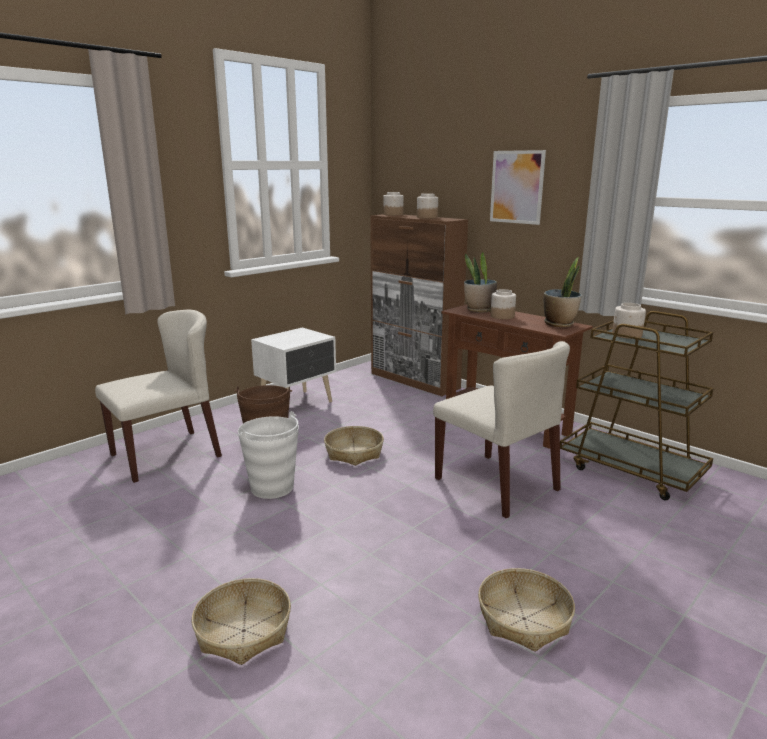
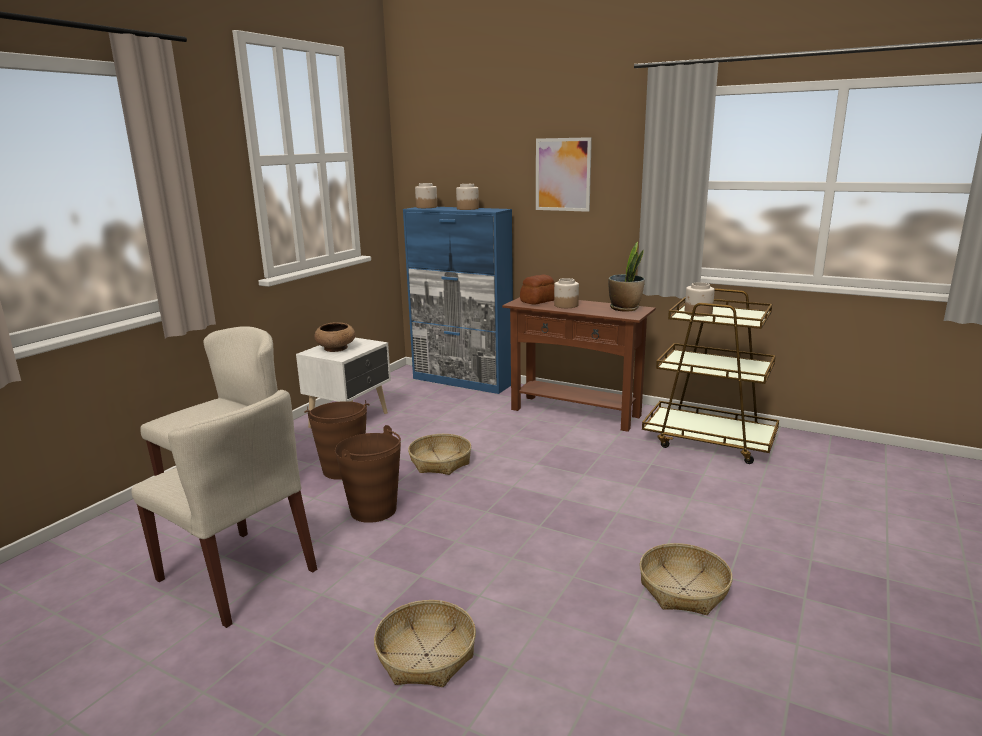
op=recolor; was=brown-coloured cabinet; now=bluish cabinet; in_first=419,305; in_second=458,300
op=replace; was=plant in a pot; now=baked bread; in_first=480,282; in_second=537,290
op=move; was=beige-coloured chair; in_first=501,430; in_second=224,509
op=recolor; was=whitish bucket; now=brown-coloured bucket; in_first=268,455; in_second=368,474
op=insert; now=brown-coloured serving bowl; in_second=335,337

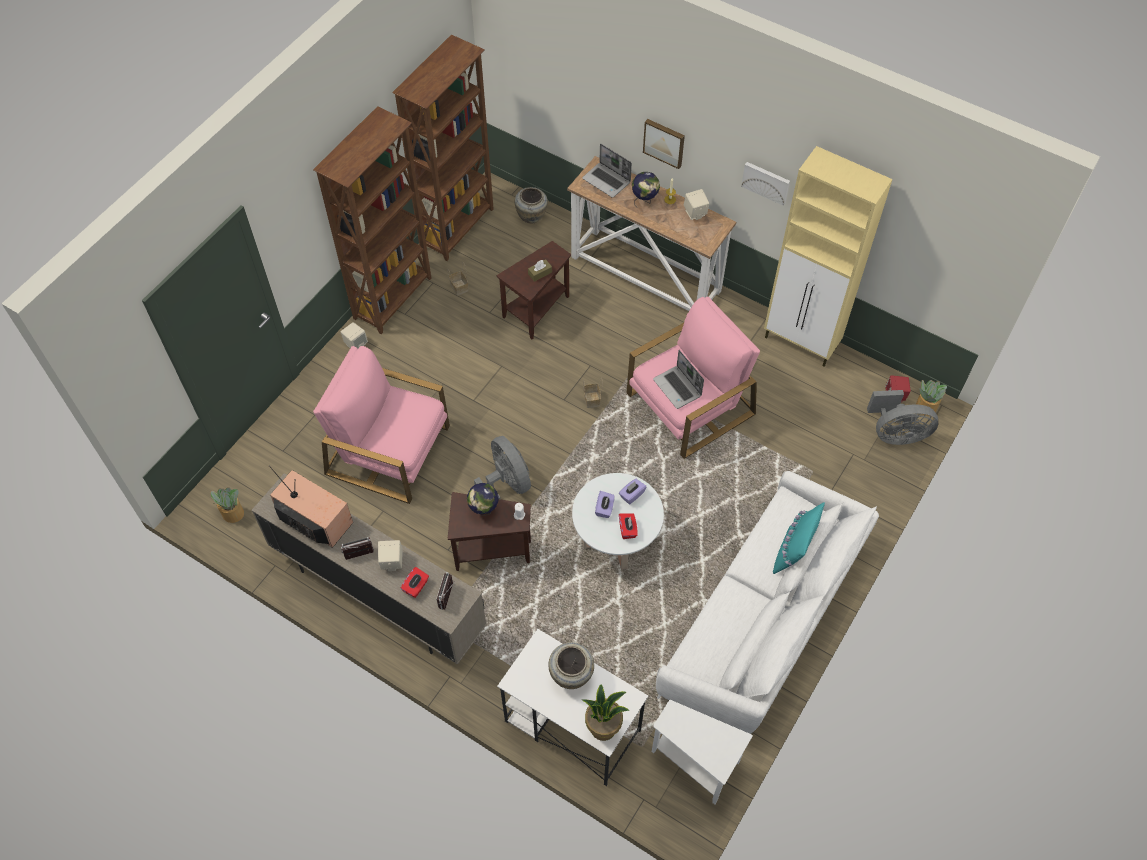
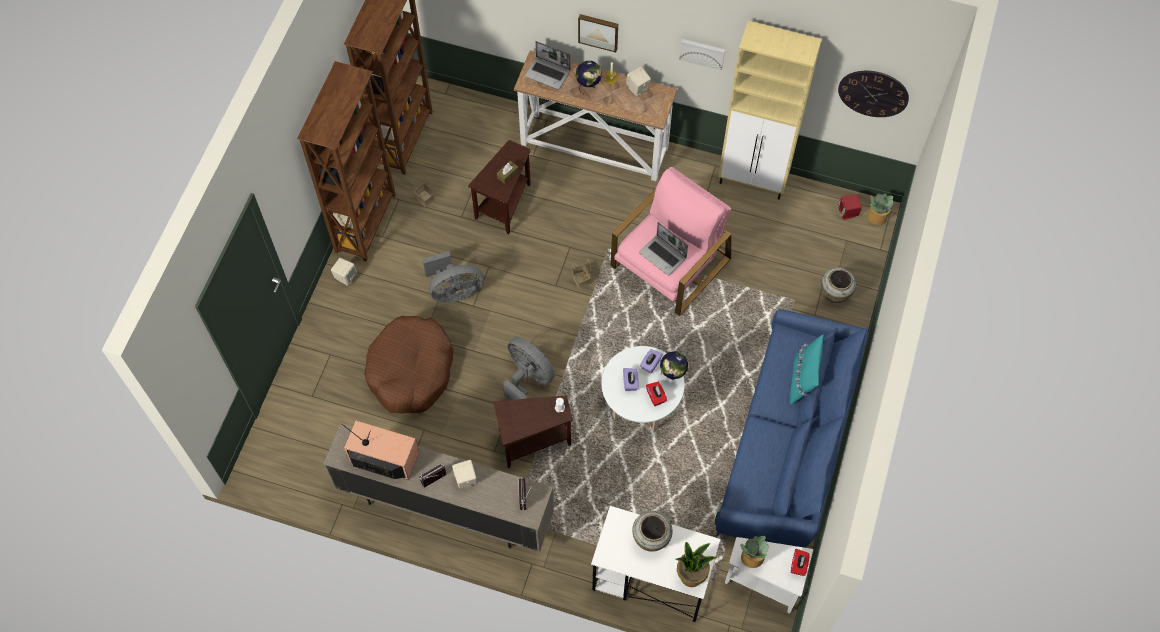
op=move; was=beige-coloured decorative vase; in_first=531,205; in_second=838,285
op=replace; was=pink-coloured armchair; now=brown-coloured dog cushion; in_first=381,425; in_second=409,365
op=move; was=greyish cooling fan; in_first=902,417; in_second=453,276
op=recolor; was=whitish sofa; now=bluish sofa; in_first=767,602; in_second=792,428
op=move; was=desk globe; in_first=483,499; in_second=674,365
op=move; was=plant in a pot; in_first=227,505; in_second=754,552
op=move; was=reddish box of tissues; in_first=415,582; in_second=800,562
op=insert; now=wall clock; in_second=873,94

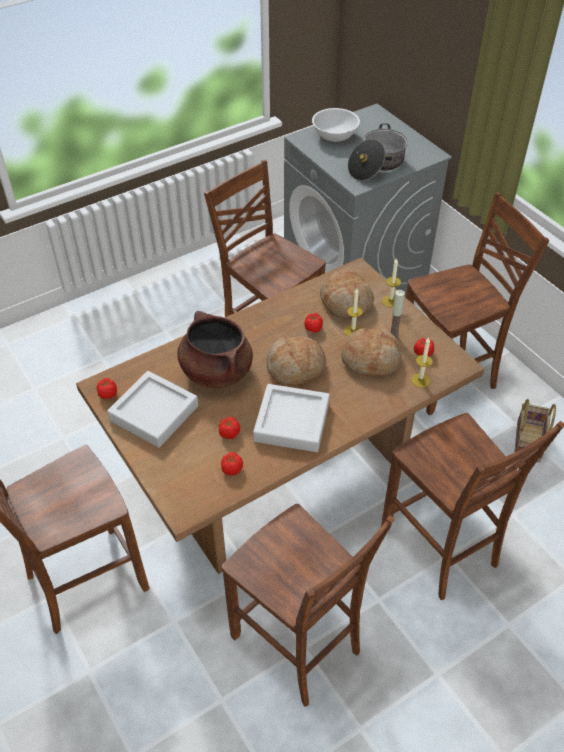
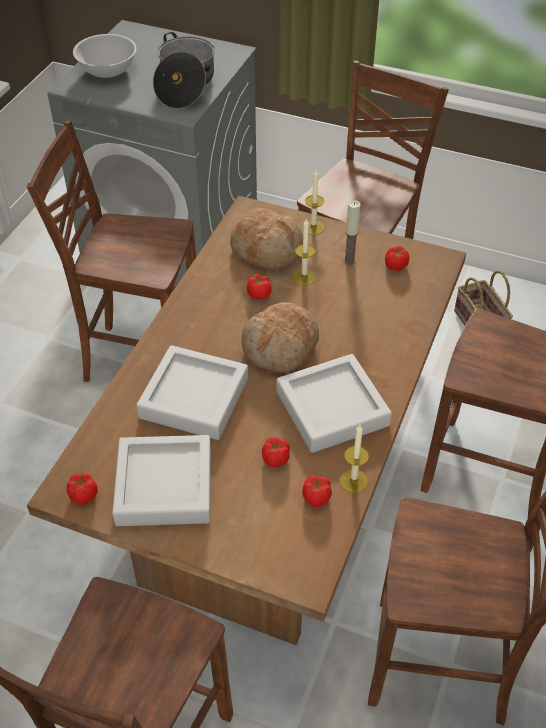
op=replace; was=brown-coloured cooking pot; now=greyish serving tray; in_first=215,349; in_second=192,392
op=delete; was=baked bread; in_first=371,352
op=move; was=candle; in_first=422,362; in_second=354,459

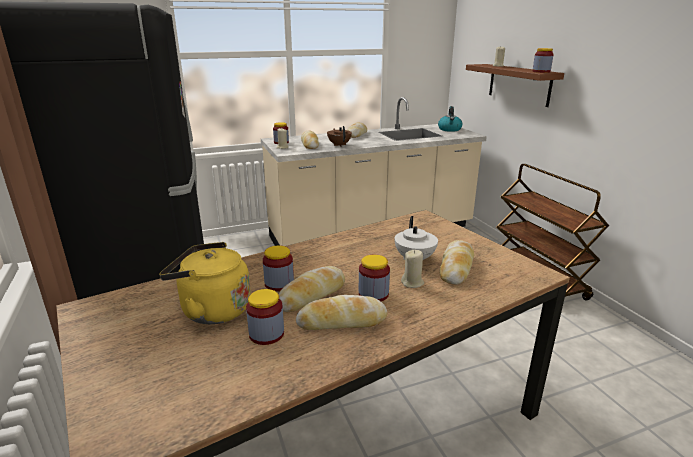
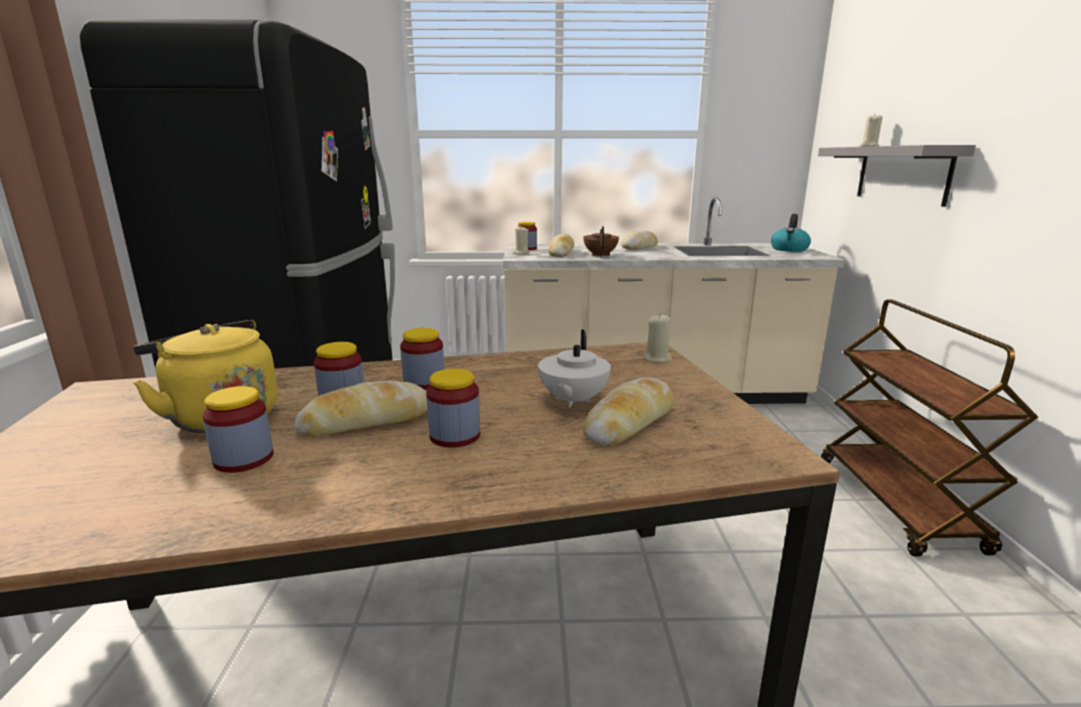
op=move; was=storage jar; in_first=543,60; in_second=422,359
op=recolor; was=brown-coloured bracket shelf; now=greyish bracket shelf; in_first=515,85; in_second=897,176
op=move; was=beige-coloured candle; in_first=412,269; in_second=658,337
op=delete; was=baked bread; in_first=342,312

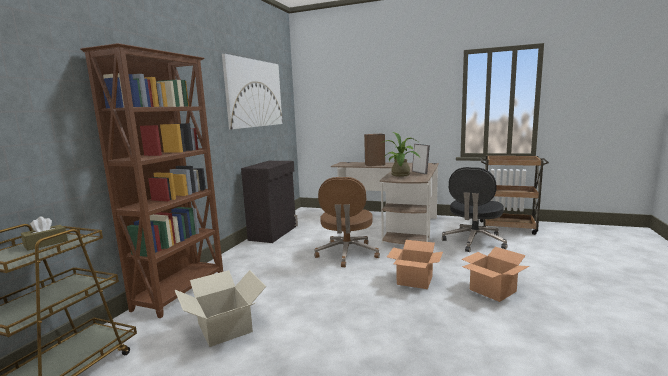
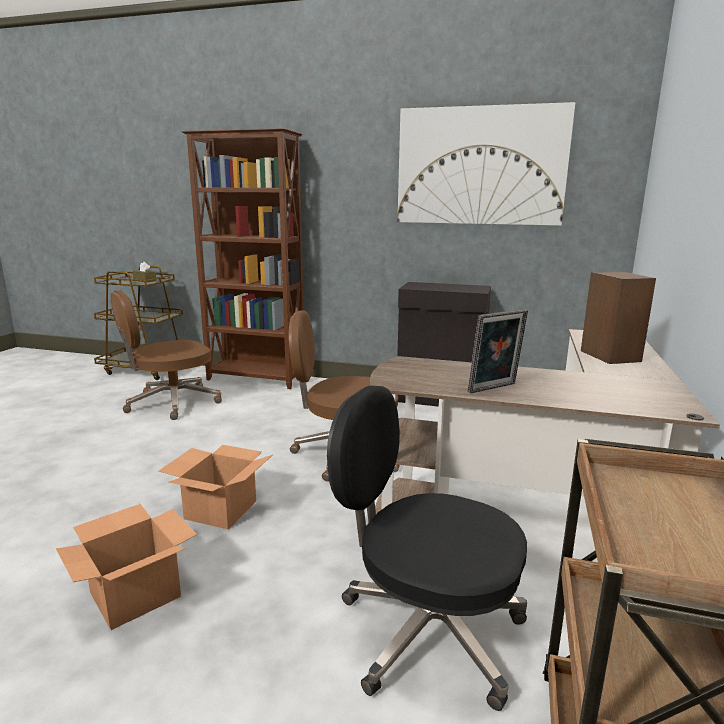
op=delete; was=plant in a pot; in_first=401,154
op=replace; was=cardboard box; now=brown-coloured computer chair; in_first=220,308; in_second=166,355

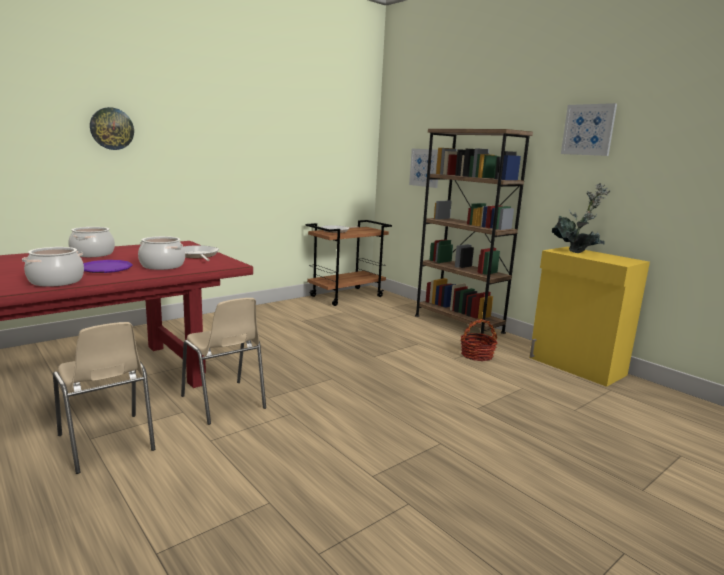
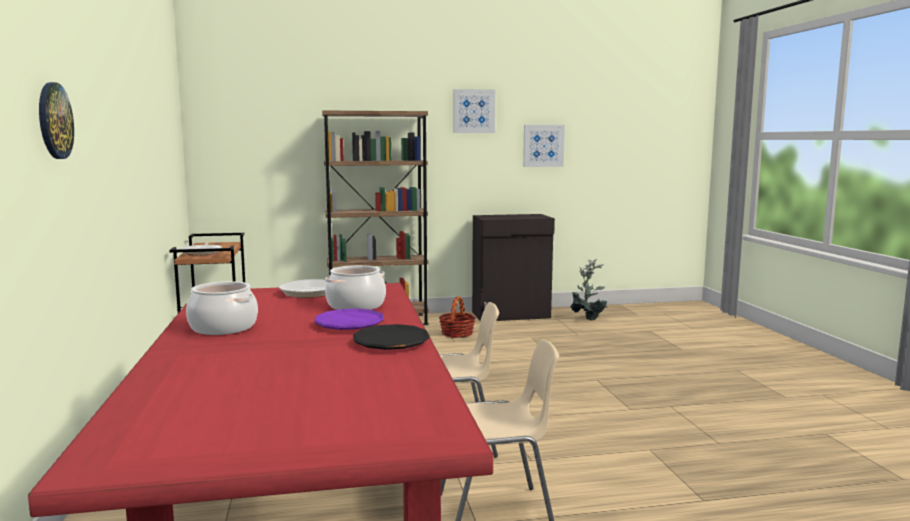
op=move; was=picture; in_first=423,168; in_second=544,146
op=move; was=plant in a pot; in_first=581,218; in_second=589,290
op=replace; was=cooking pot; now=black-coloured flat dish; in_first=53,267; in_second=391,337
op=recolor; was=yellowish cabinet; now=black-coloured cabinet; in_first=589,317; in_second=513,267

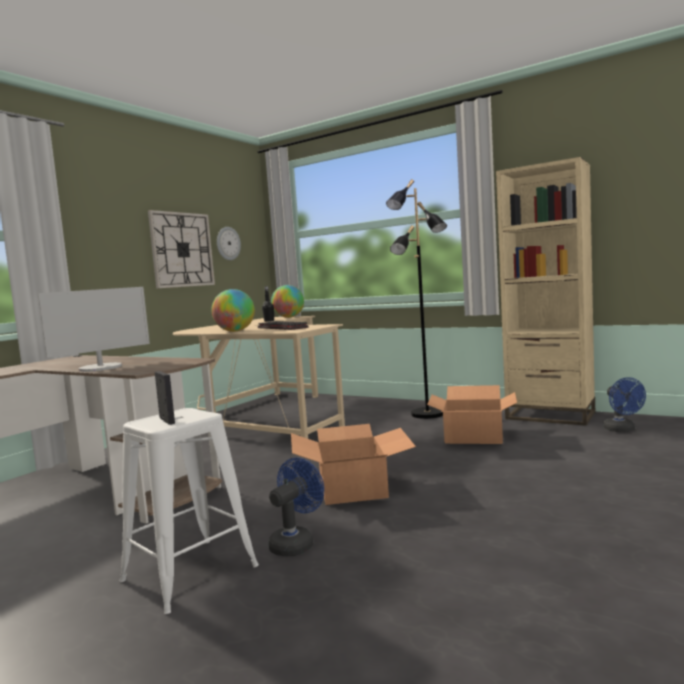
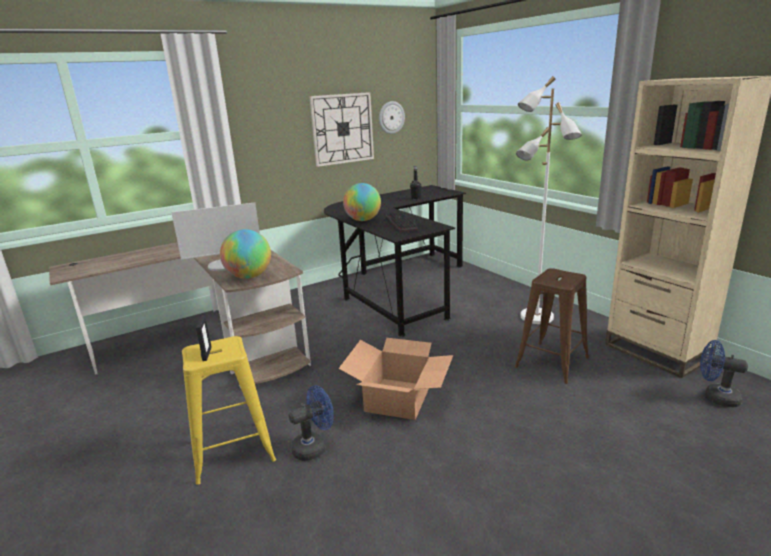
op=recolor; was=black-coloured floor lamp; now=whitish floor lamp; in_first=416,299; in_second=549,200
op=move; was=desk globe; in_first=287,301; in_second=245,254
op=recolor; was=beige-coloured desk unit; now=black-coloured desk unit; in_first=259,377; in_second=395,261
op=rotate; was=bluish cooling fan; in_first=624,404; in_second=724,374; clockwise=105
op=replace; was=cardboard box; now=brown-coloured sitting stool; in_first=472,414; in_second=552,326
op=recolor; was=whitish sitting stool; now=yellowish sitting stool; in_first=189,511; in_second=229,410

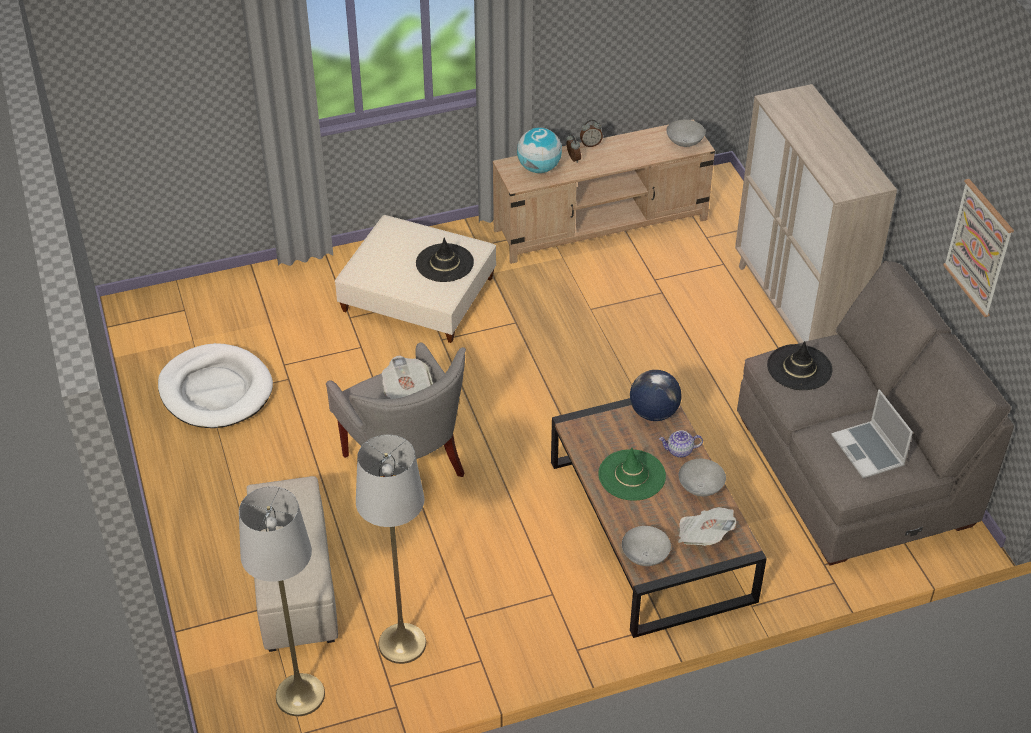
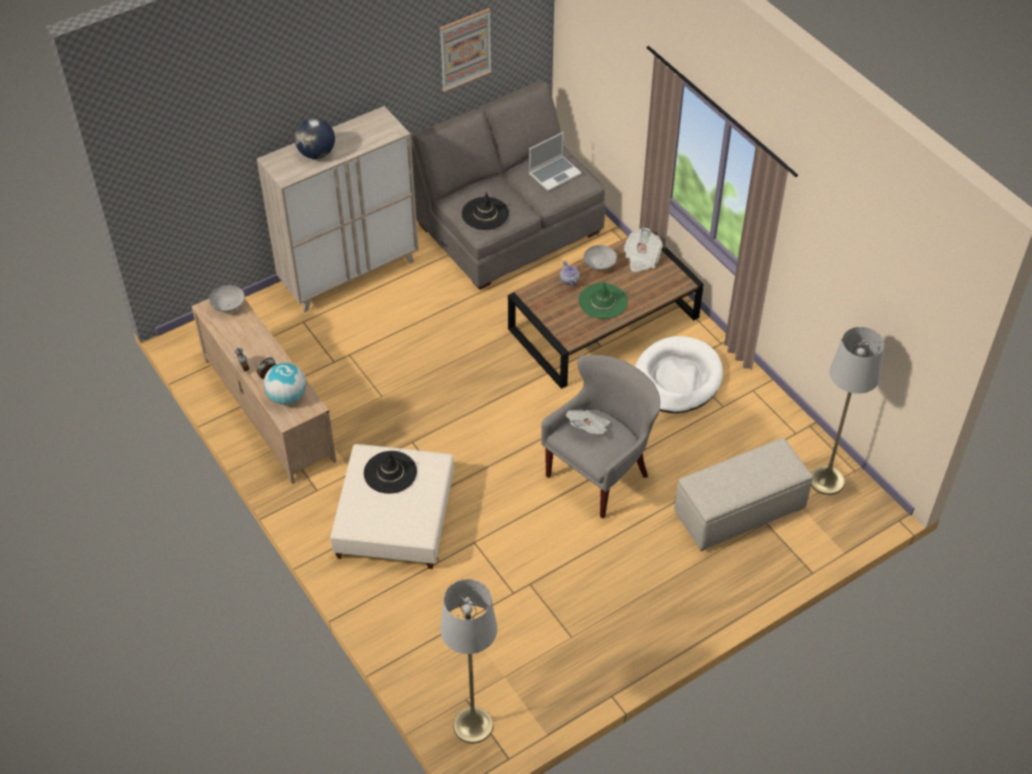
op=move; was=whitish dog cushion; in_first=215,385; in_second=679,374
op=move; was=desk globe; in_first=656,395; in_second=315,138
op=move; was=greyish floor lamp; in_first=391,549; in_second=468,661
op=delete; was=greyish serving bowl; in_first=646,546

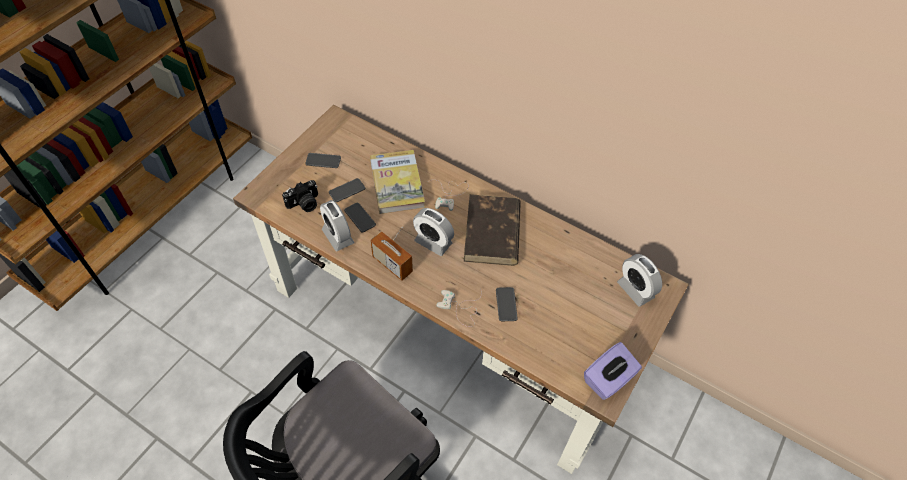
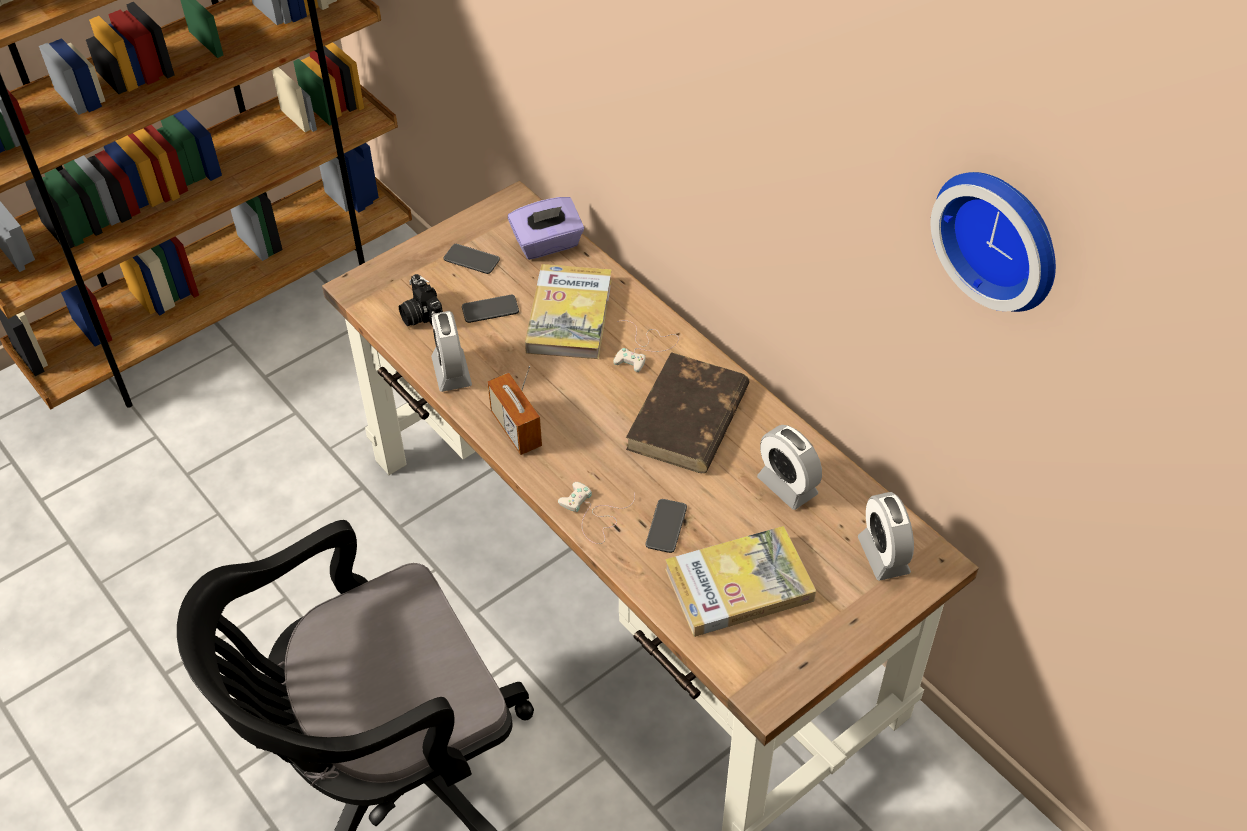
op=rotate; was=still camera; in_first=300,196; in_second=421,300; clockwise=75
op=delete; was=phone; in_first=360,217
op=move; was=bedside clock; in_first=433,232; in_second=789,467
op=move; was=purple box of tissues; in_first=613,371; in_second=546,228
op=insert; now=wall clock; in_second=993,242
op=insert; now=volume; in_second=740,581

